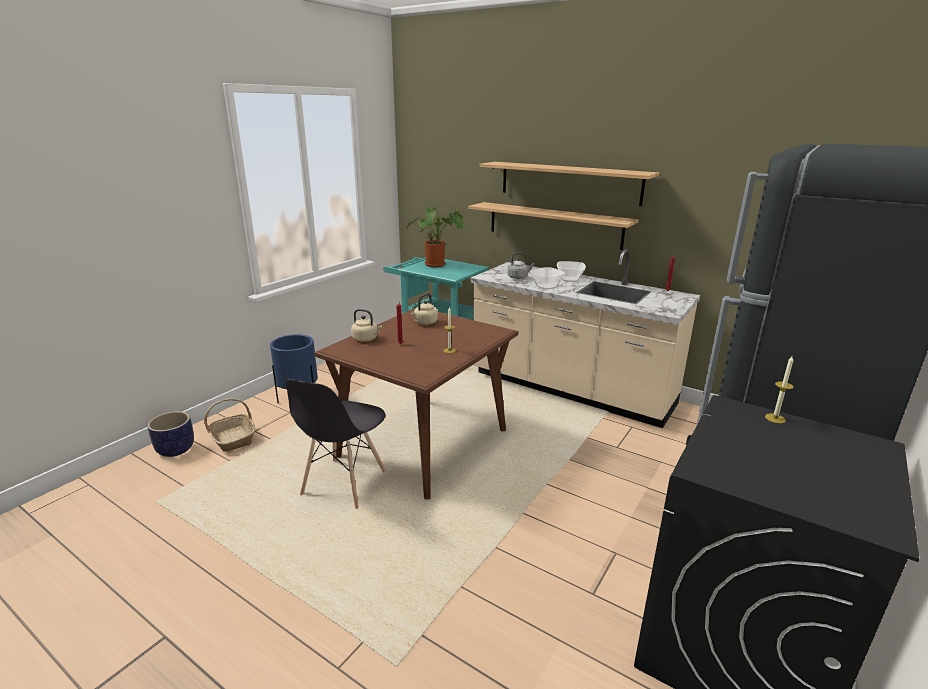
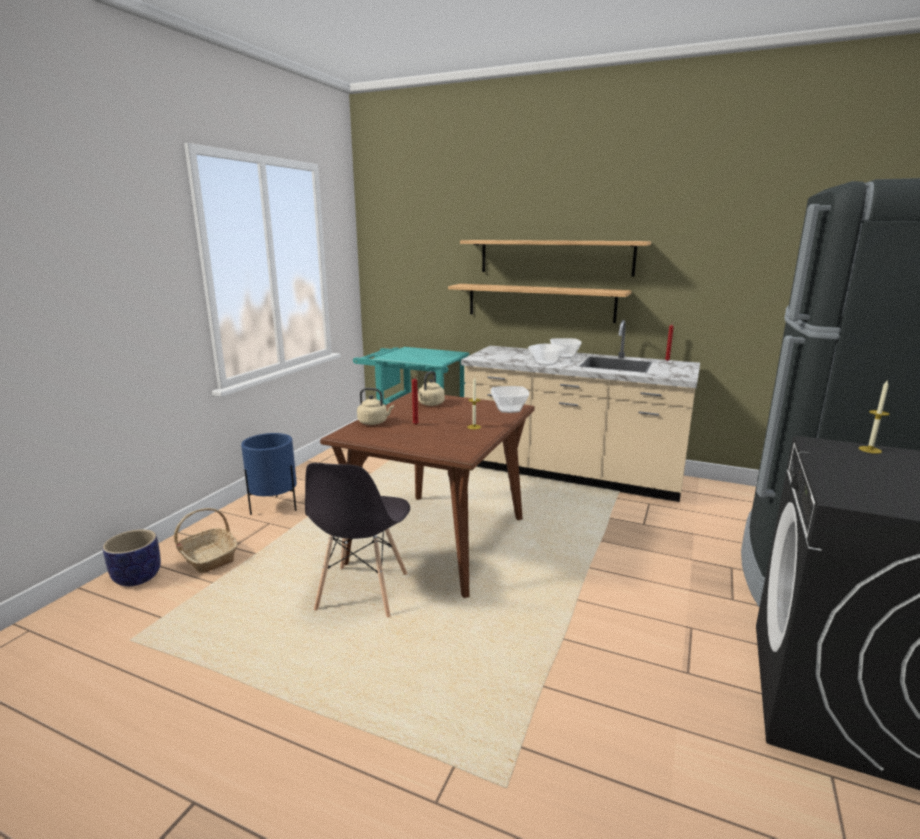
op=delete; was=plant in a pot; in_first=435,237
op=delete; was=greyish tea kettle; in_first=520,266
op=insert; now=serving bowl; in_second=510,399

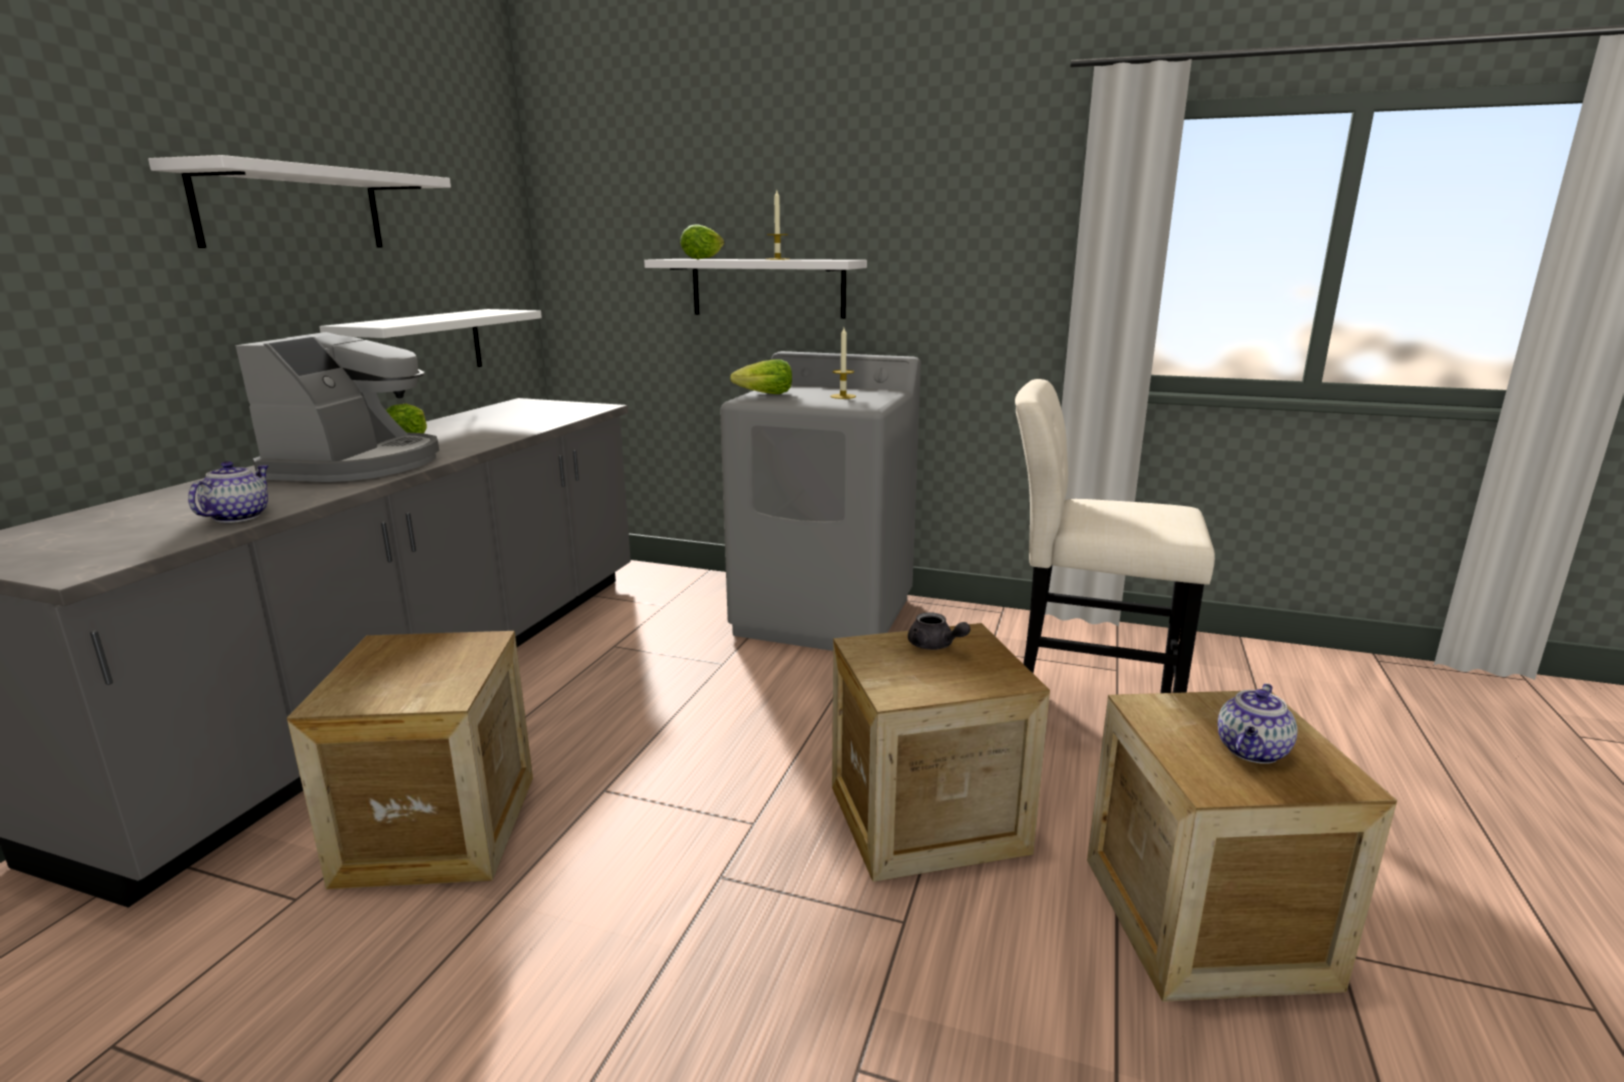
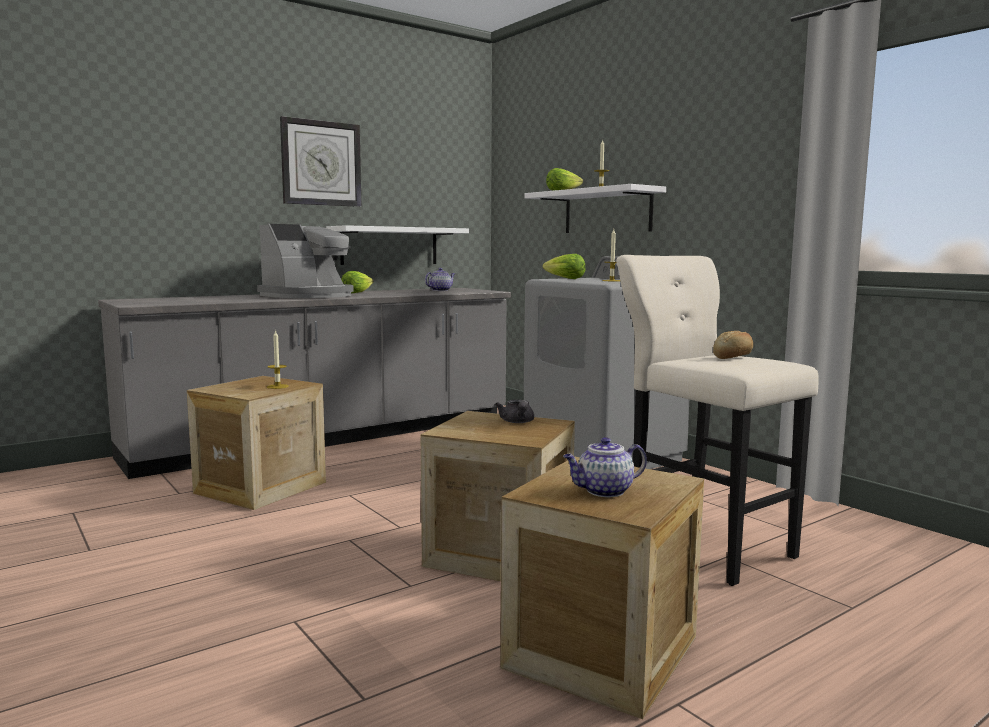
op=replace; was=whitish bracket shelf; now=wall clock; in_first=299,201; in_second=320,161
op=move; was=tea pot; in_first=228,492; in_second=440,279
op=insert; now=candle; in_second=278,359
op=insert; now=baked bread; in_second=733,345

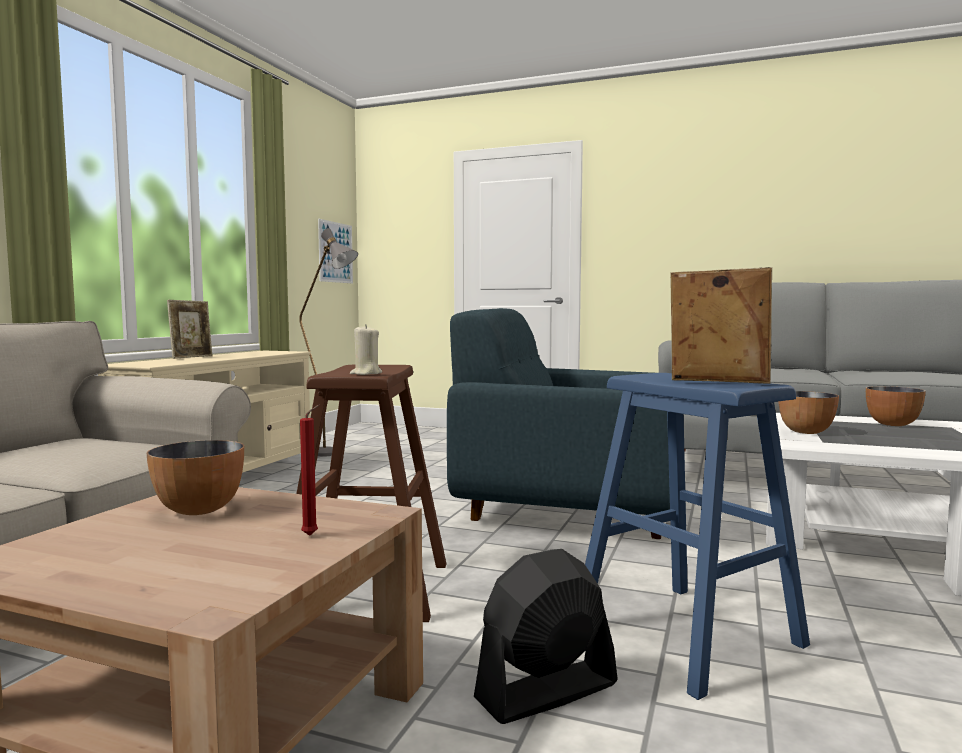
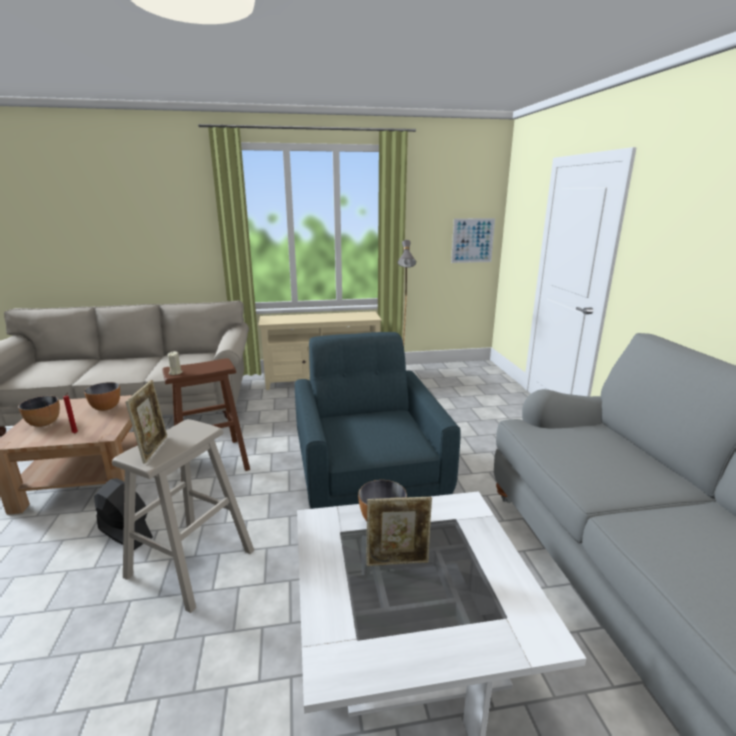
op=move; was=picture frame; in_first=189,329; in_second=399,531
op=recolor; was=bluish sitting stool; now=beige-coloured sitting stool; in_first=697,536; in_second=183,516
op=move; was=serving bowl; in_first=896,406; in_second=39,411

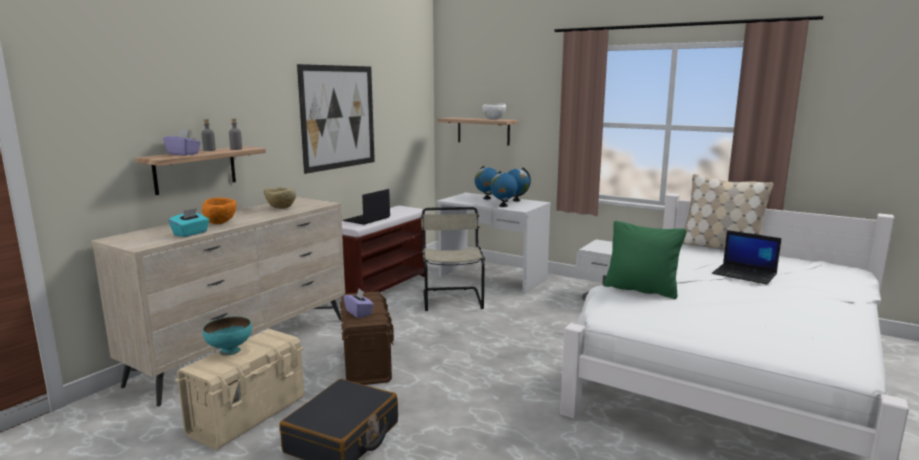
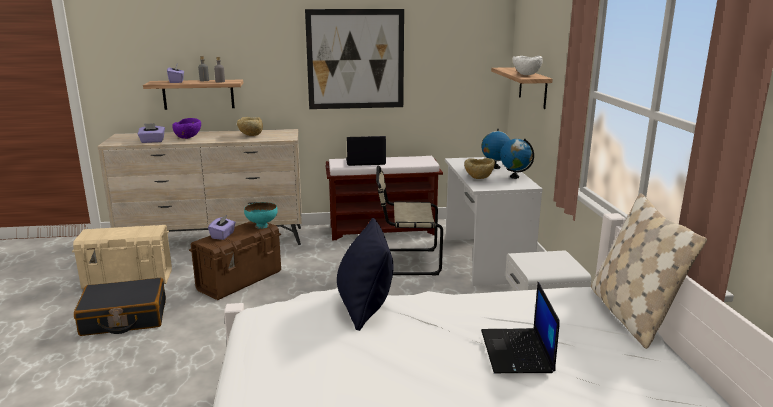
op=replace; was=desk globe; now=beige-coloured serving bowl; in_first=503,189; in_second=479,168
op=recolor; was=orangey serving bowl; now=purple serving bowl; in_first=219,211; in_second=186,128
op=rotate; was=beige-coloured chair; in_first=453,259; in_second=409,220; clockwise=-135
op=recolor; was=blue-green box of tissues; now=purple box of tissues; in_first=188,222; in_second=151,133
op=recolor; was=greenish pillow; now=black-coloured pillow; in_first=645,260; in_second=365,274
op=move; was=blue-green serving bowl; in_first=227,336; in_second=261,215

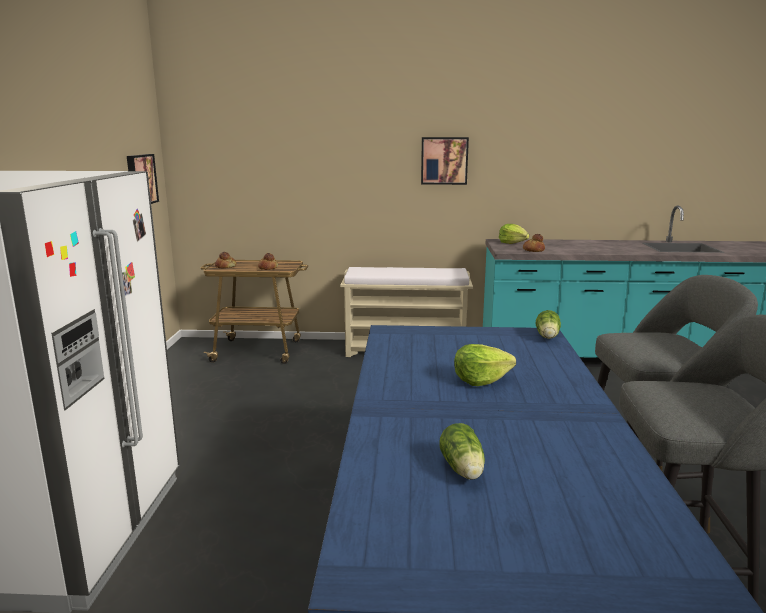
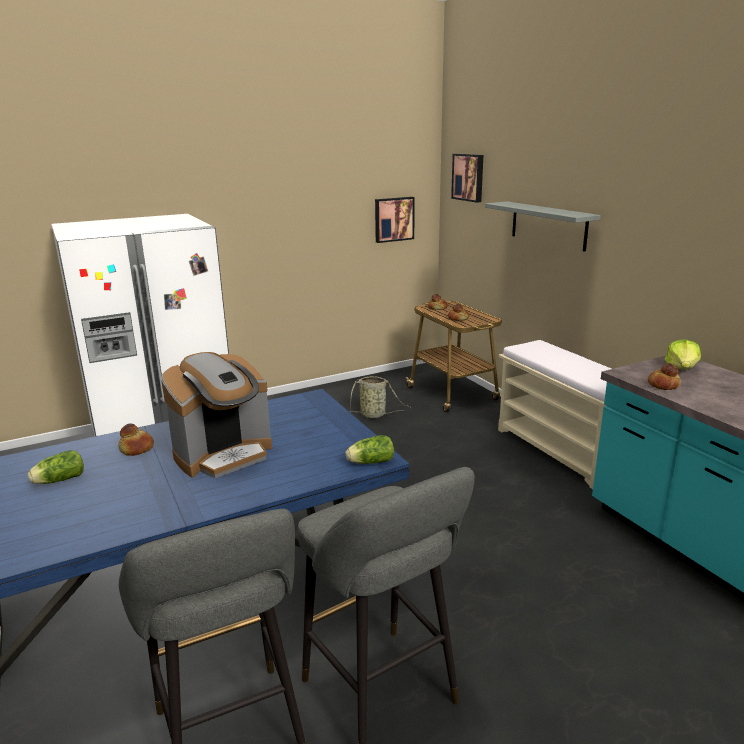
op=move; was=picture; in_first=445,161; in_second=467,178
op=replace; was=lettuce head; now=coffee machine; in_first=485,365; in_second=216,415
op=insert; now=greyish bracket shelf; in_second=543,227
op=insert; now=basket; in_second=381,397
op=insert; now=baked bread; in_second=136,440

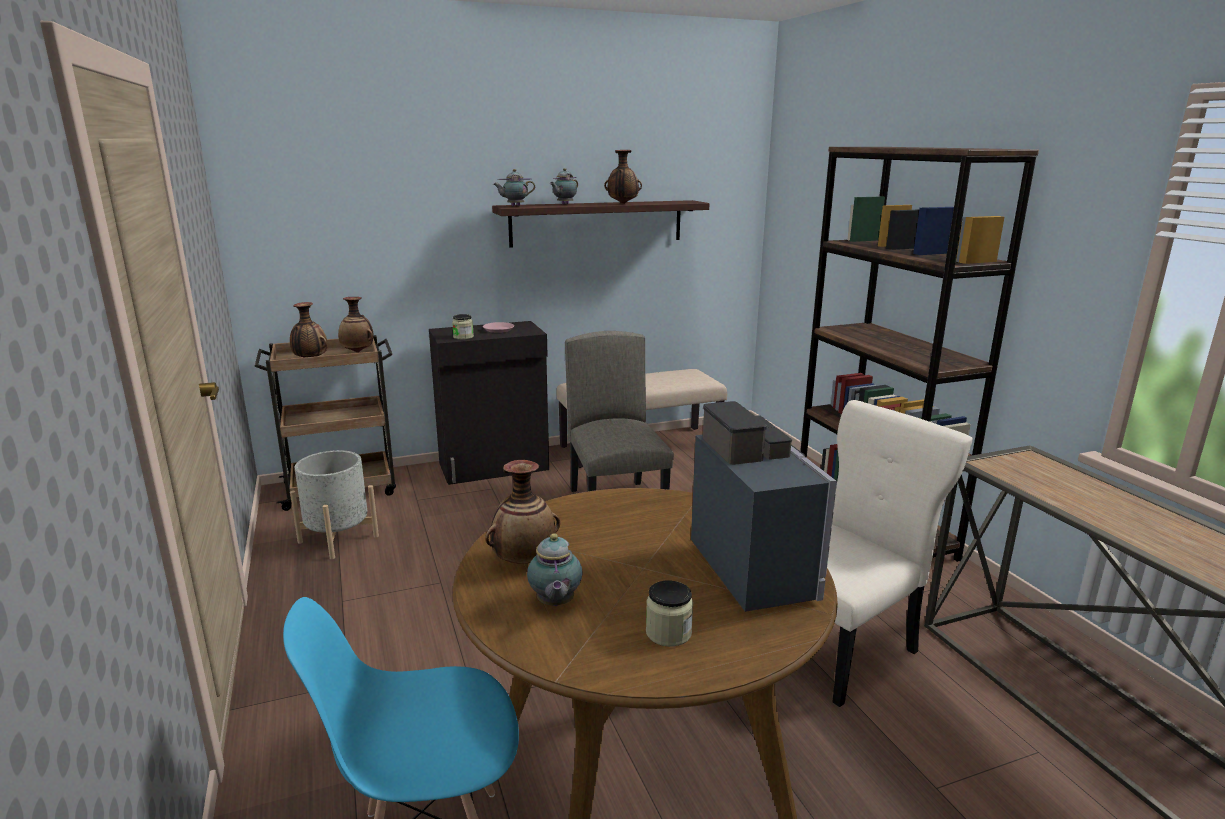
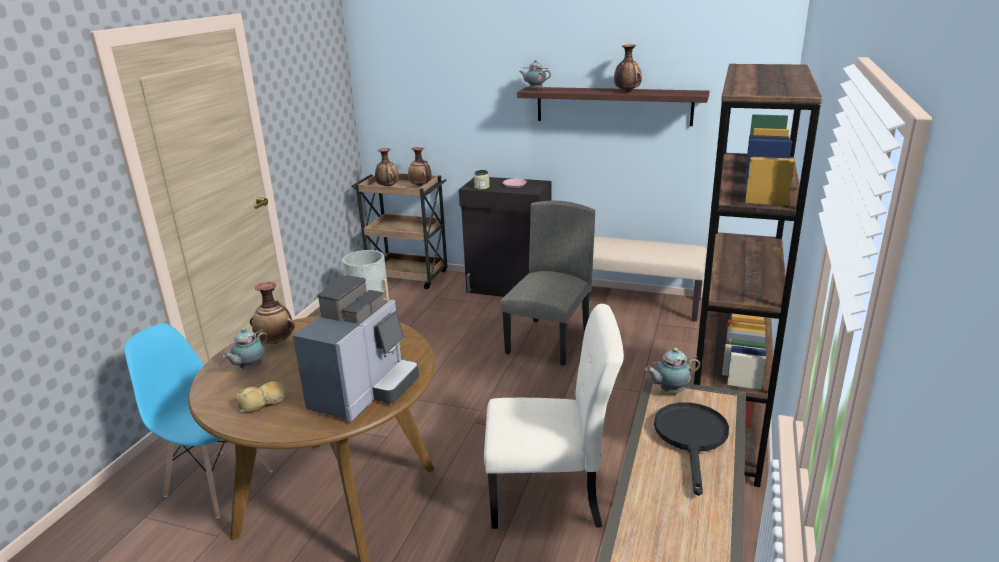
op=move; was=tea pot; in_first=564,186; in_second=672,370
op=replace; was=storage jar; now=baked bread; in_first=669,613; in_second=261,397
op=insert; now=black-coloured frying pan; in_second=691,449

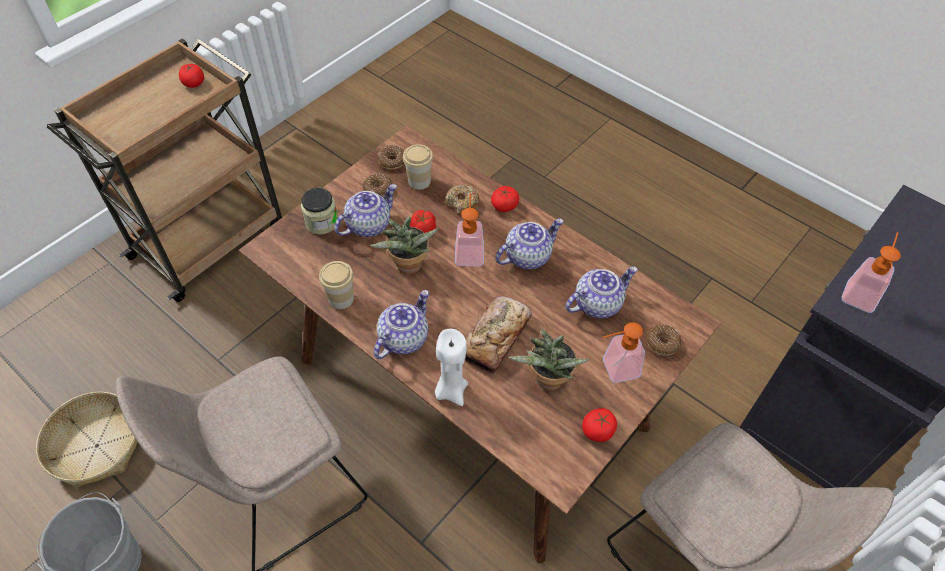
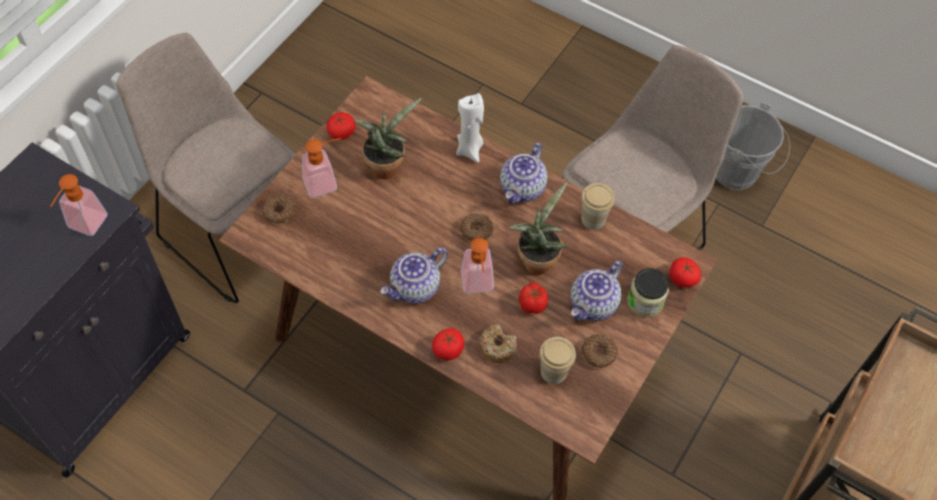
op=move; was=tomato; in_first=191,76; in_second=685,272
op=move; was=donut; in_first=390,157; in_second=477,227
op=delete; was=tea pot; in_first=601,292
op=delete; was=baked bread; in_first=498,335
op=delete; was=basket; in_first=86,439

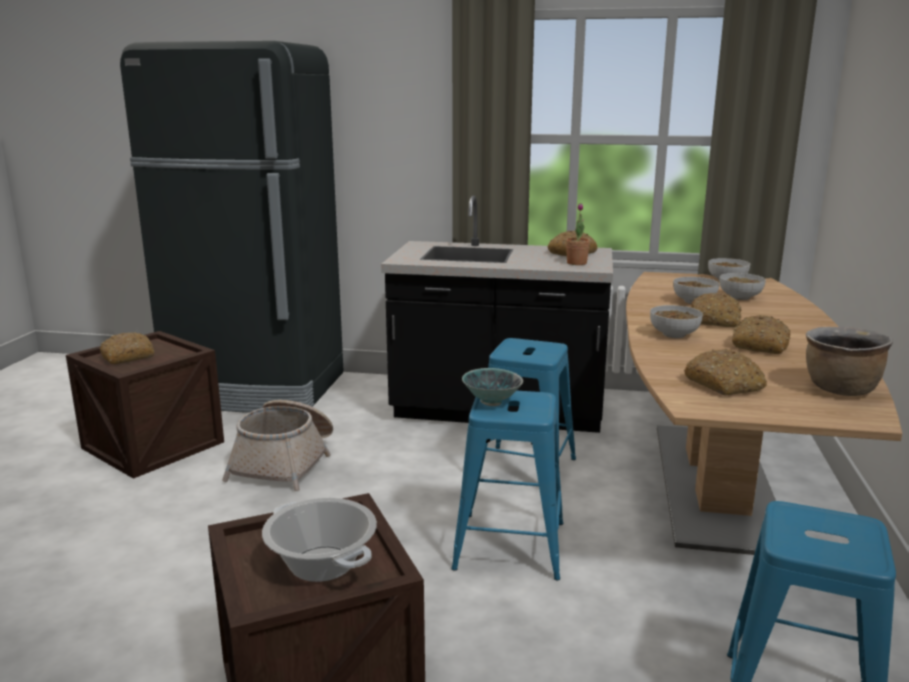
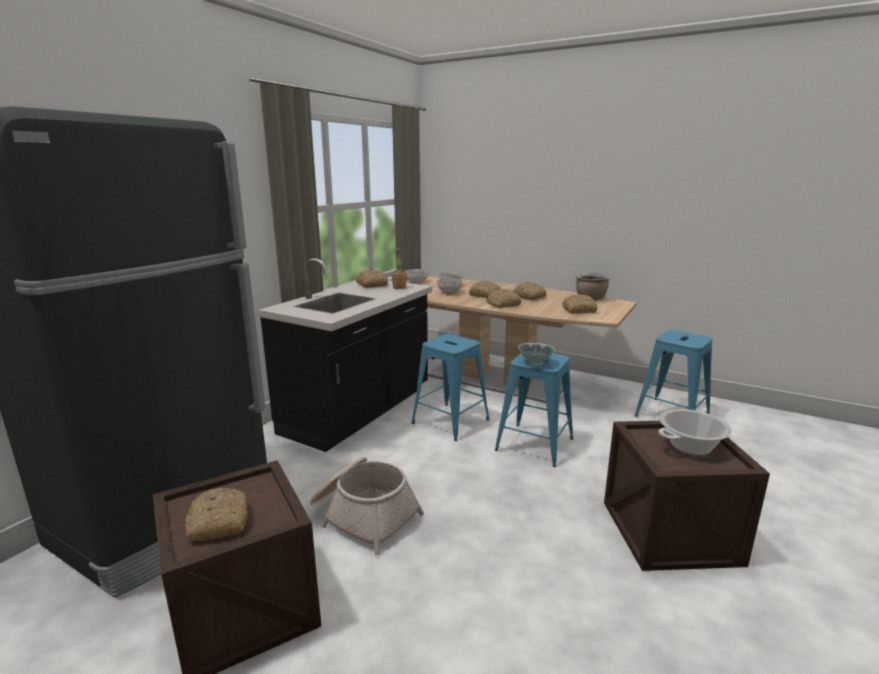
op=replace; was=serving bowl; now=baked bread; in_first=676,321; in_second=503,298

